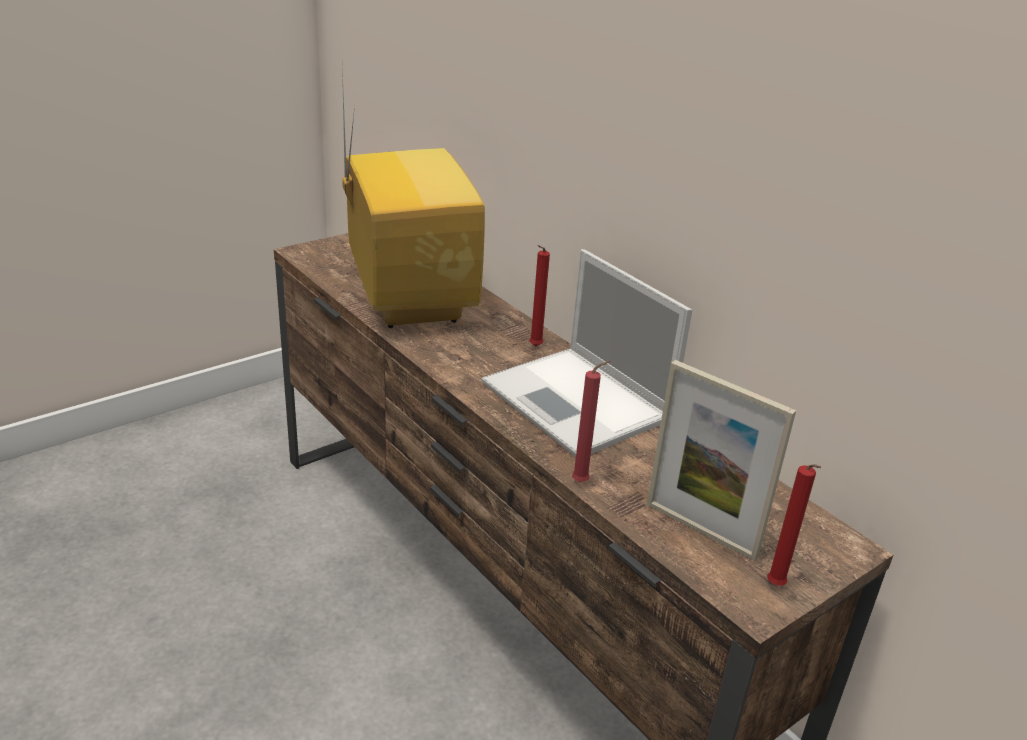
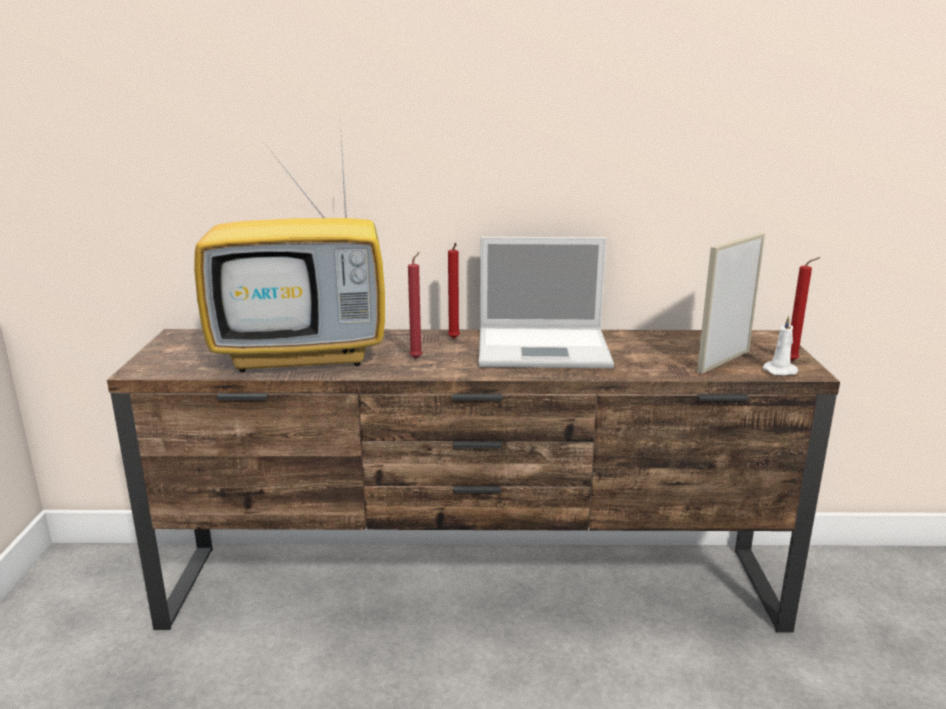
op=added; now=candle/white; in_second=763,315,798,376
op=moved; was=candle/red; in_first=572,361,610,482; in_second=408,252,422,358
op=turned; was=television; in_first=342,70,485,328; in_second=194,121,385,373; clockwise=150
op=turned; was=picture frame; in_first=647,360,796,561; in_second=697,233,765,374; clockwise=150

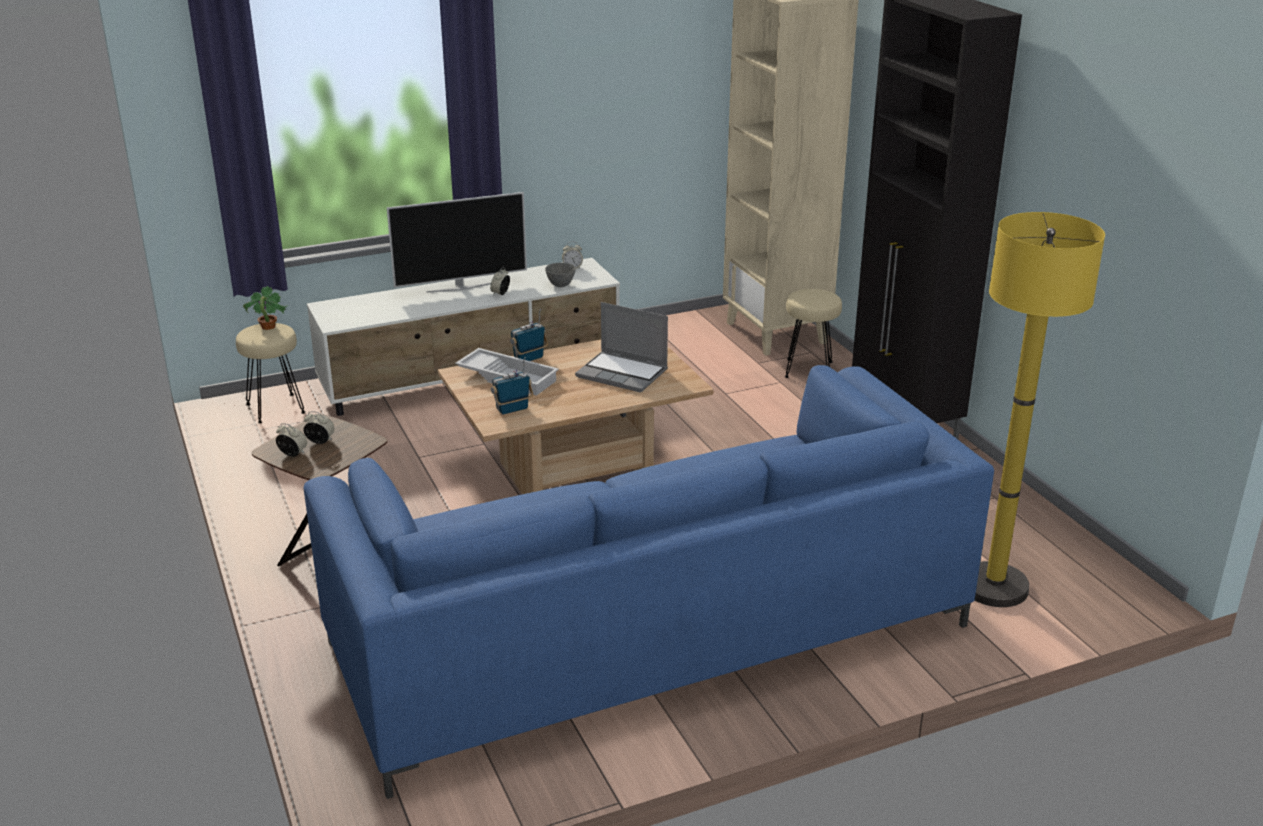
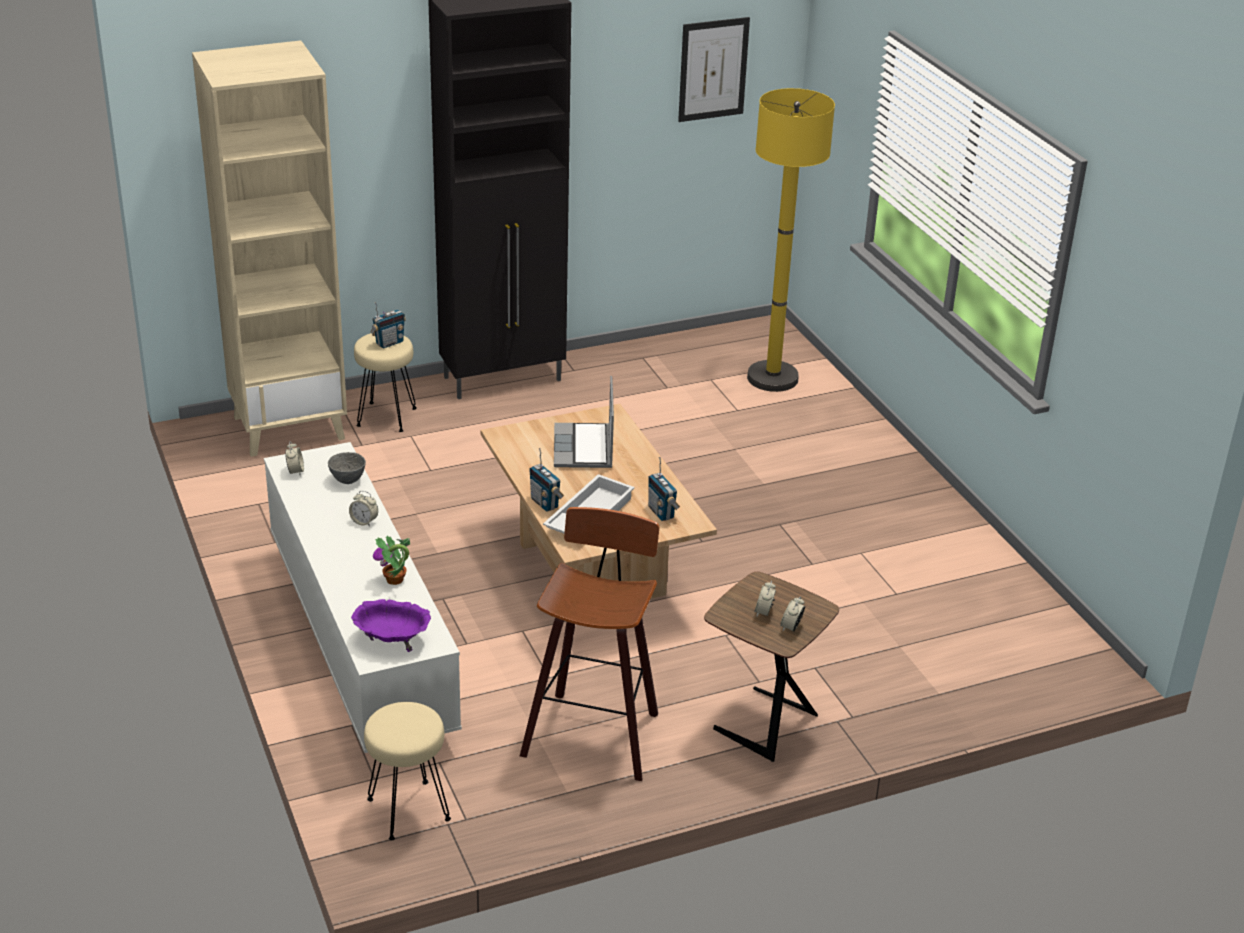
op=removed; was=sofa/blue; in_first=304,365,994,799
op=removed; was=television; in_first=387,192,527,293
op=added; now=bowl/purple; in_second=351,599,431,652
op=added; now=radio; in_second=371,302,406,348
op=added; now=stool; in_second=520,507,659,781
op=added; now=picture; in_second=678,17,750,122
op=moved; was=potted plant; in_first=243,286,288,330; in_second=373,535,410,585
op=turned; was=laptop; in_first=575,302,668,393; in_second=554,376,614,468; clockwise=150

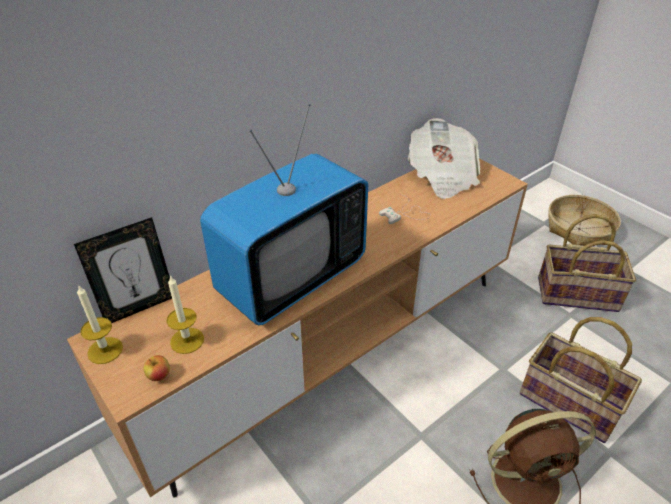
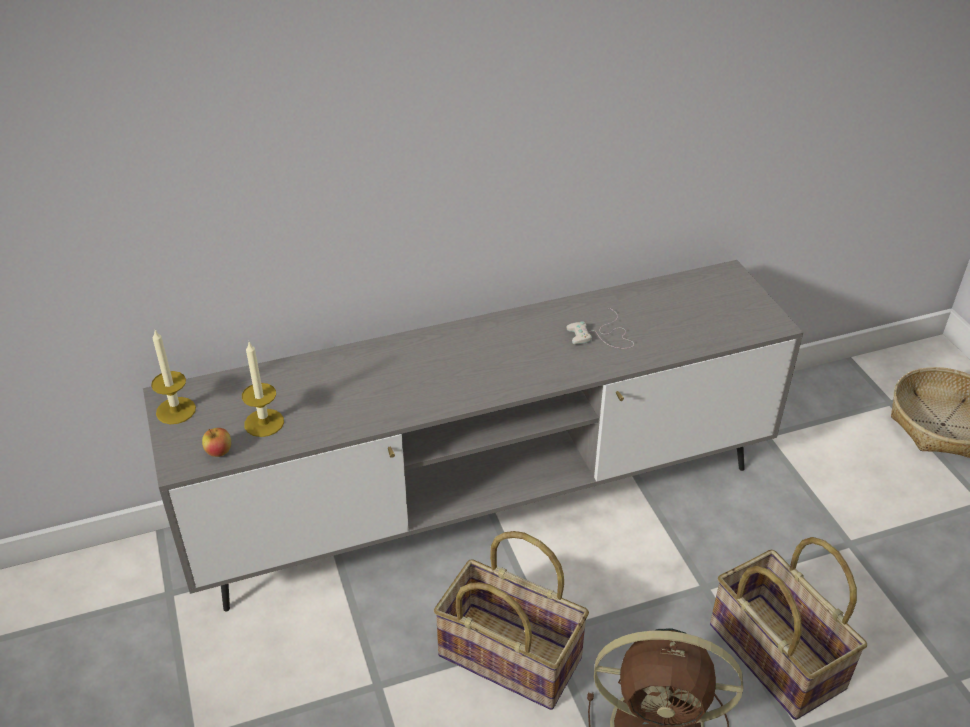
op=removed; was=picture frame; in_first=74,217,172,323
op=removed; was=television; in_first=200,104,368,325
op=removed; was=newspaper; in_first=408,118,480,199
op=moved; was=basket; in_first=538,214,636,312; in_second=434,531,589,710
op=recoloured; was=tv stand/brown; now=tv stand/grey; in_first=67,158,528,498; in_second=143,260,803,612

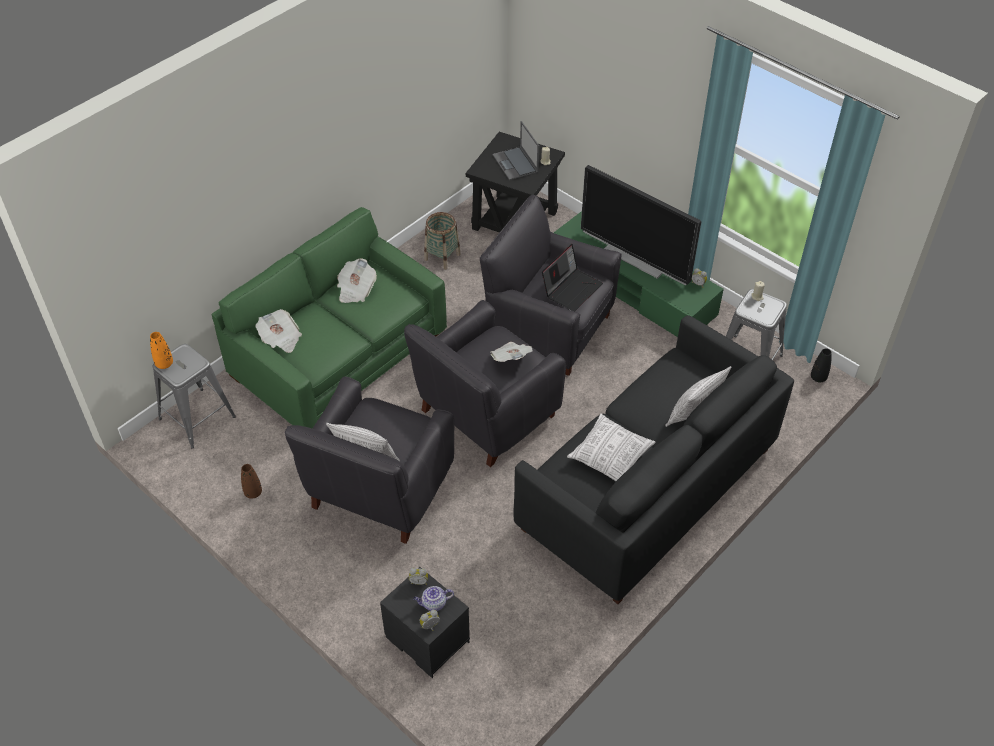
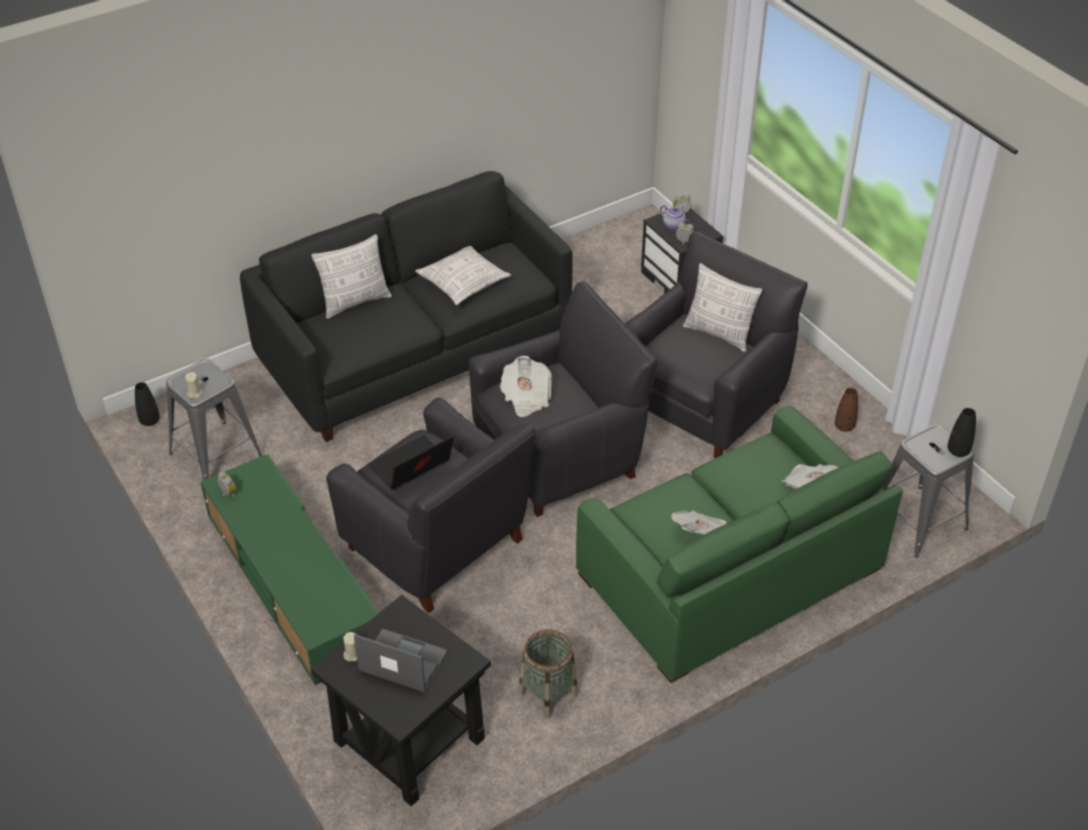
op=removed; was=television; in_first=581,165,701,285
op=recoloured; was=vase/orange; now=vase/black; in_first=150,332,173,369; in_second=947,408,976,457
op=turned; was=teapot; in_first=413,586,454,611; in_second=660,205,689,231; clockwise=45
op=turned; was=laptop; in_first=492,121,539,180; in_second=354,629,447,693; clockwise=-60

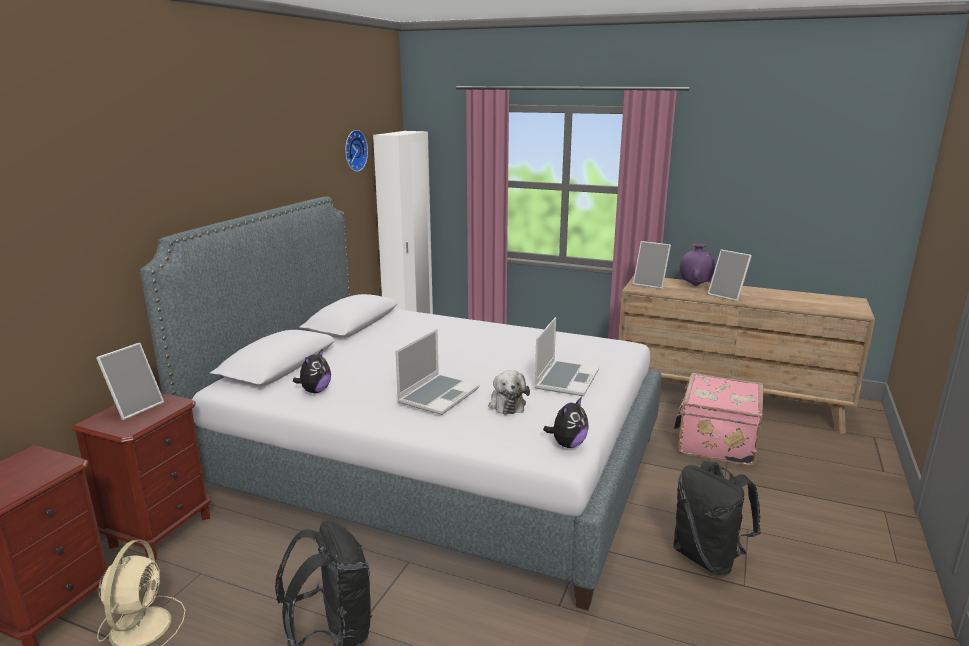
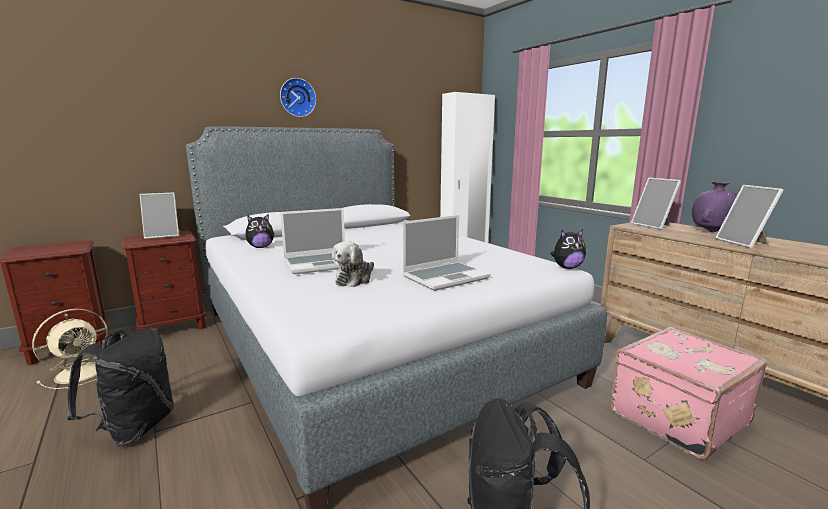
op=moved; was=wall clock; in_first=345,130,368,172; in_second=280,78,316,117
op=moved; was=plush toy; in_first=543,397,589,448; in_second=551,229,586,269

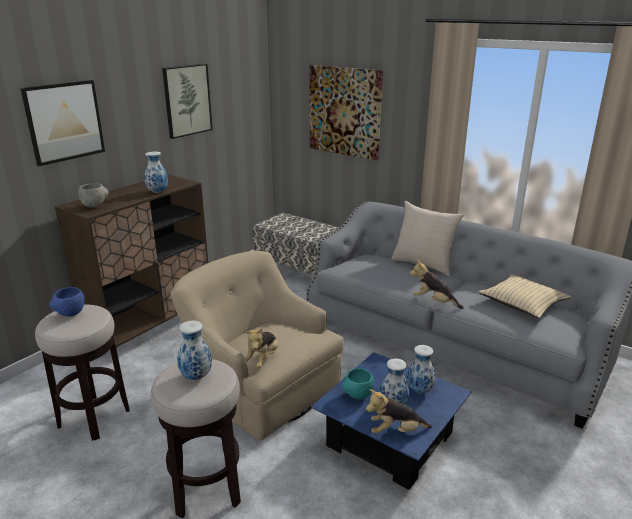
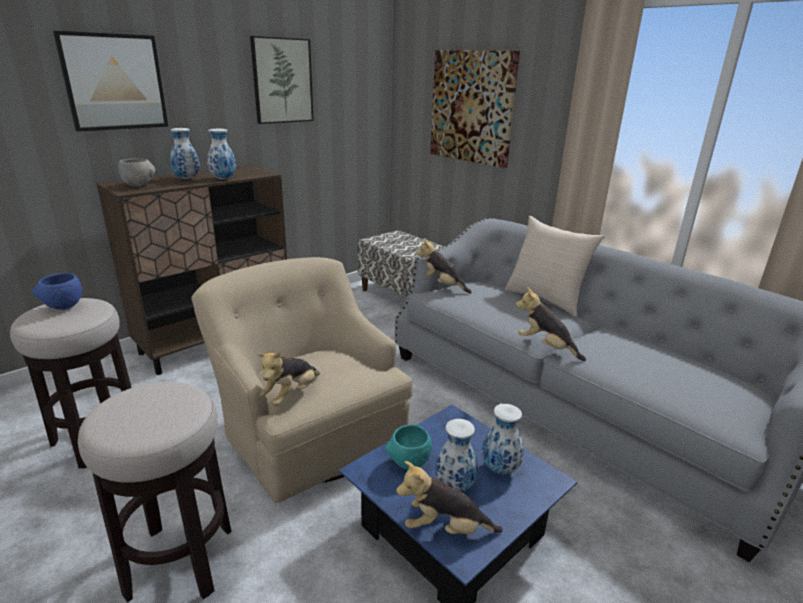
op=removed; was=pillow/beige; in_first=478,274,571,318
op=added; now=plush toy; in_second=416,238,472,294
op=moved; was=vase; in_first=177,321,212,380; in_second=170,128,200,179

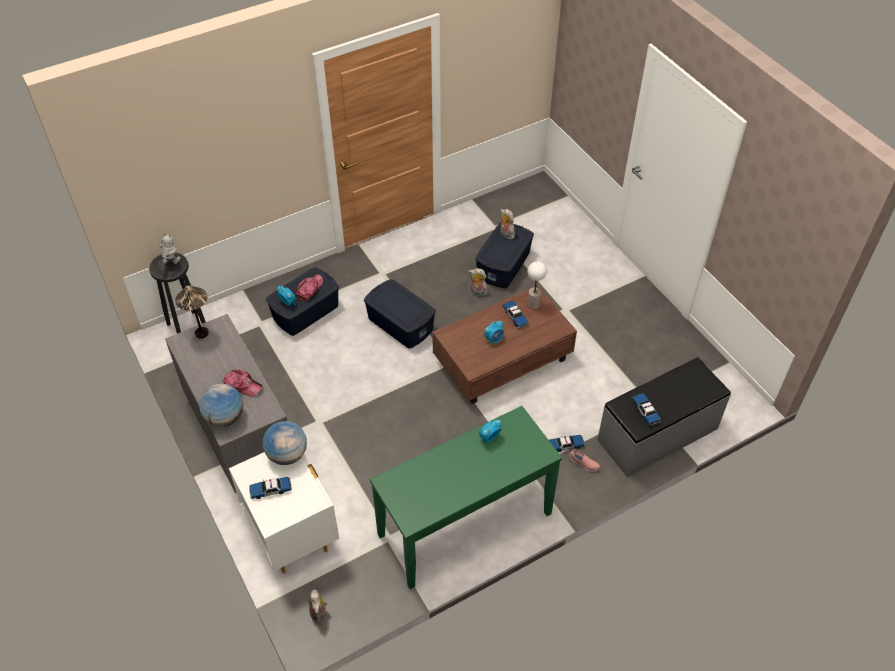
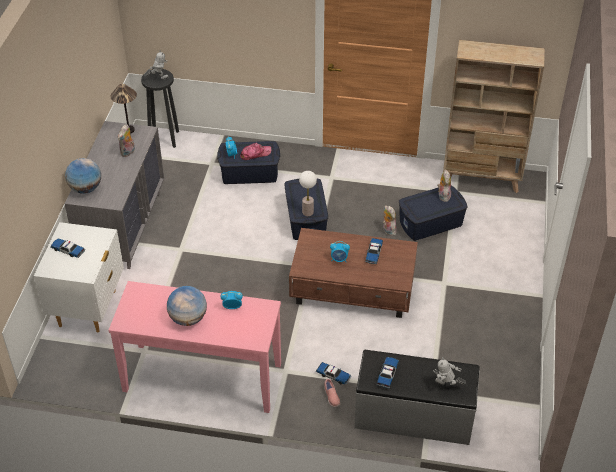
op=removed; was=cap; in_first=223,370,263,397
op=added; now=toy robot; in_second=433,357,466,385
op=added; now=bookcase/beige; in_second=443,40,545,193
op=moved; was=globe; in_first=263,421,307,465; in_second=167,286,207,326
op=moved; was=plush toy; in_first=309,590,328,623; in_second=118,124,135,157
op=moved; was=table lamp; in_first=527,261,547,309; in_second=299,171,317,216
op=recoloured; was=console table/green; now=console table/pink; in_first=370,406,562,589; in_second=109,281,281,413

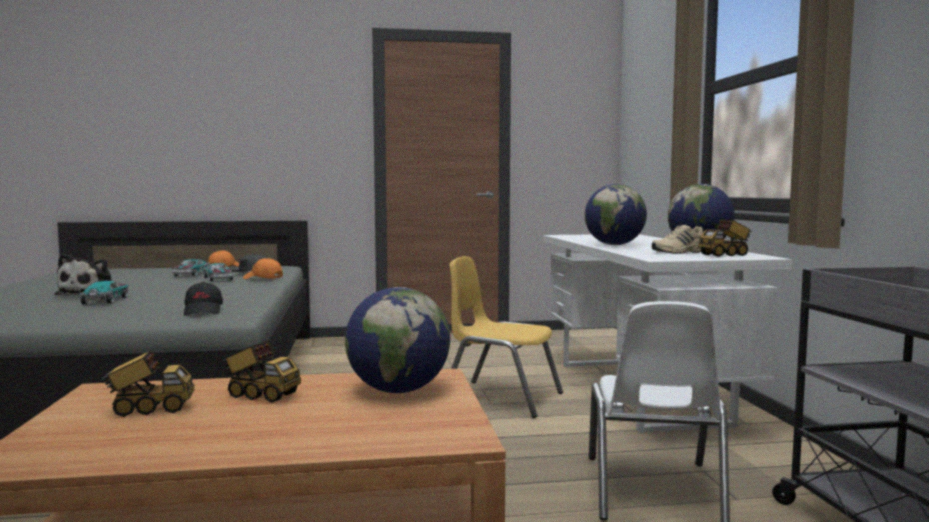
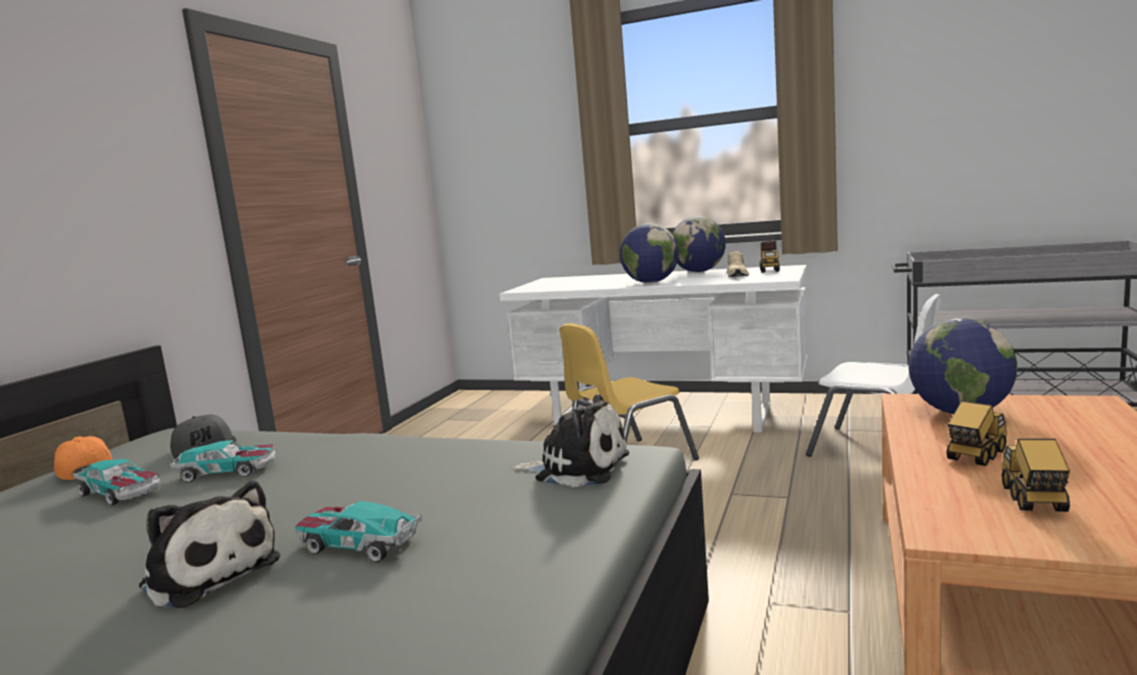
op=removed; was=cap/orange; in_first=243,258,283,279
op=replaced; was=cap/black; now=plush toy; in_first=184,282,223,316; in_second=512,394,629,487

